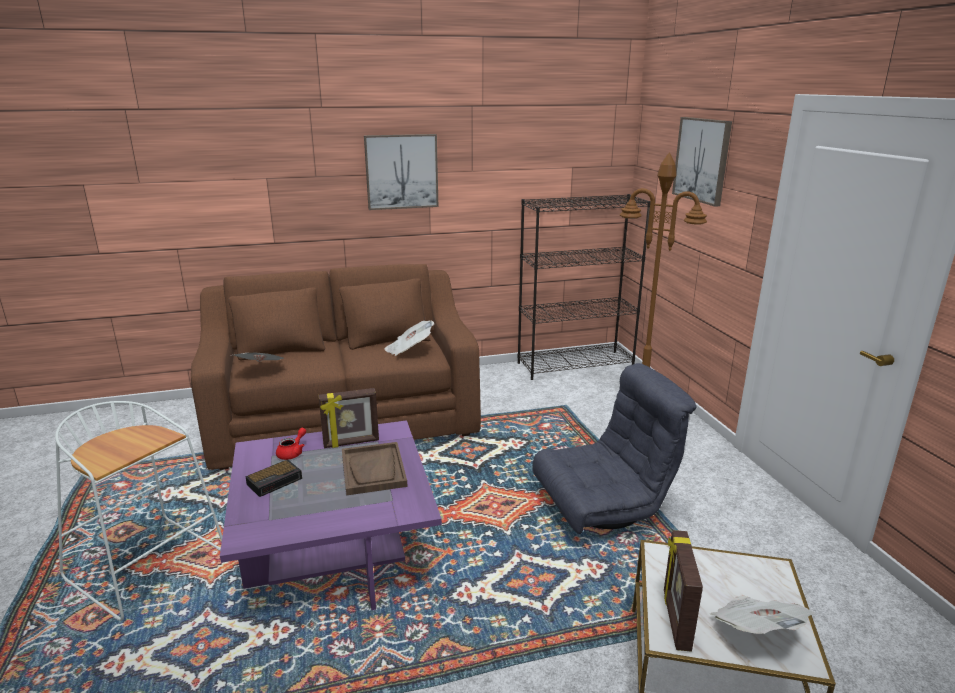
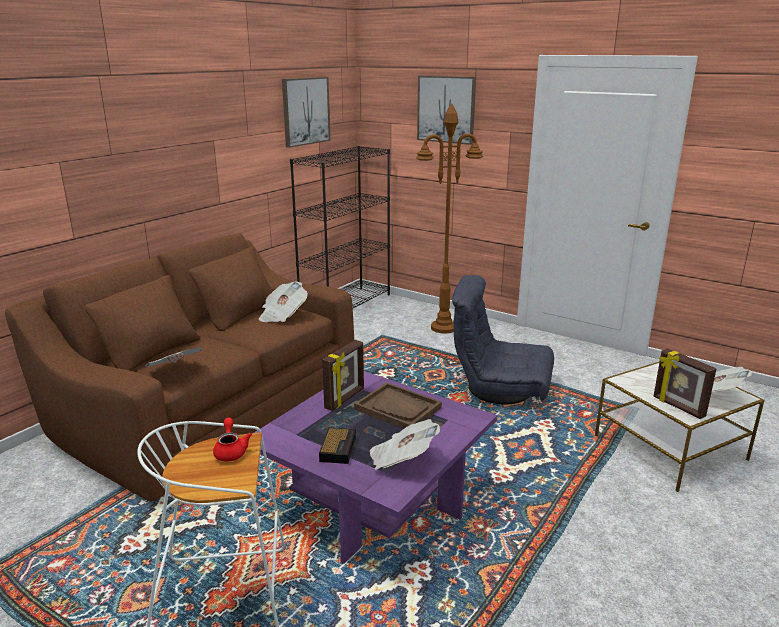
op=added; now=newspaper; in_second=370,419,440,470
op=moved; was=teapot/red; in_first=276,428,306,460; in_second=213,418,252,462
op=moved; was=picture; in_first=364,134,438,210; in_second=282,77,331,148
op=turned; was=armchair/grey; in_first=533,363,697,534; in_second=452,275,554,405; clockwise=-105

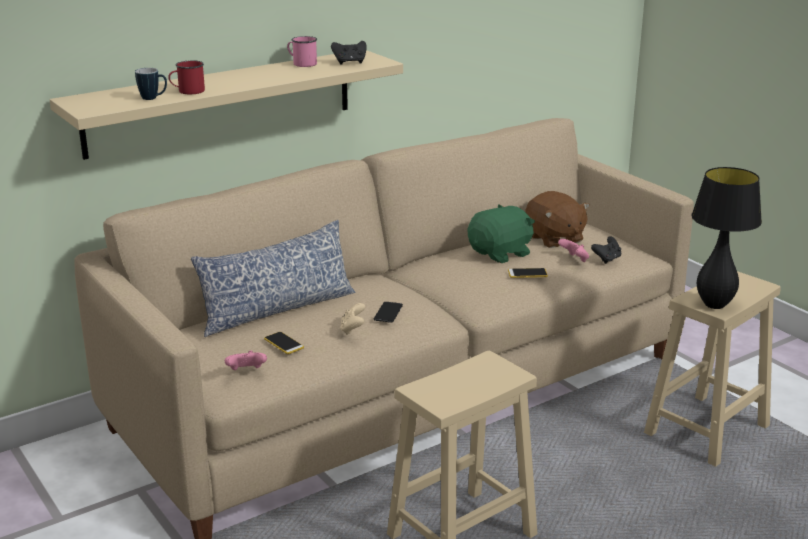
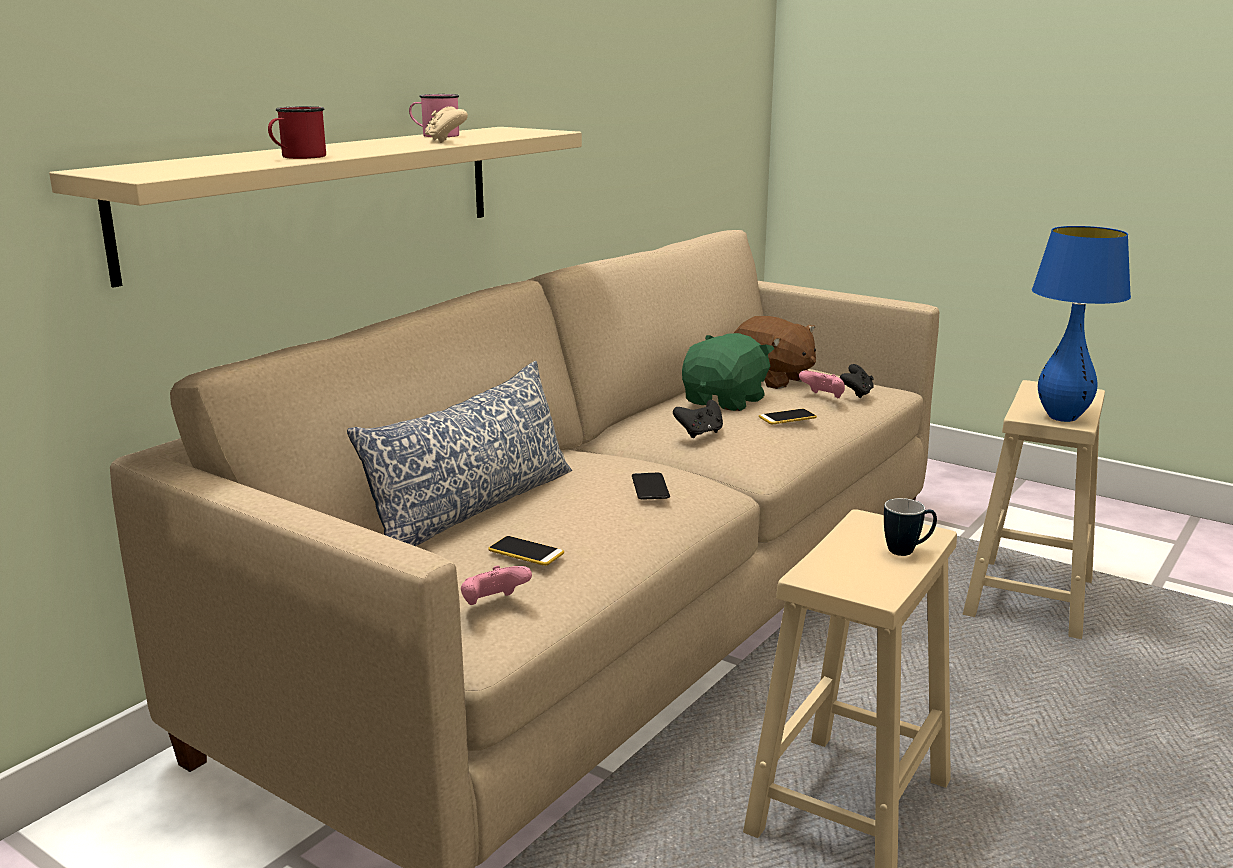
op=moved; was=mug; in_first=135,68,167,100; in_second=884,498,937,556
op=moved; was=game controller/black; in_first=331,41,367,65; in_second=673,400,723,438
op=moved; was=game controller/beige; in_first=340,303,365,335; in_second=425,106,468,143
op=recoloured; was=table lamp/black; now=table lamp/blue; in_first=691,167,762,309; in_second=1032,226,1131,422

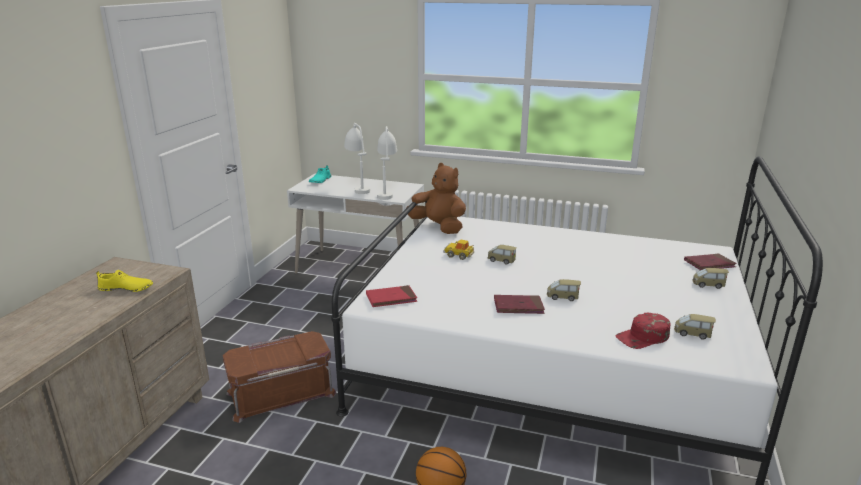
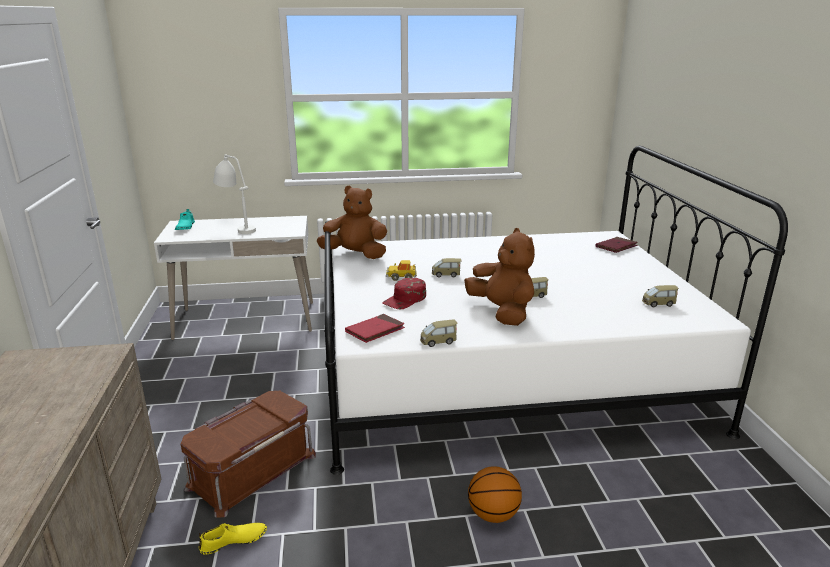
op=removed; was=table lamp/white; in_first=377,126,397,200
op=moved; was=shoe/yellow; in_first=96,270,153,292; in_second=199,523,267,555
op=moved; was=cap/red; in_first=616,312,671,349; in_second=382,278,426,309
op=moved; was=toy car; in_first=692,268,729,289; in_second=420,320,458,347
op=replaced; was=book/red; now=plush toy/brown; in_first=494,295,545,314; in_second=464,228,535,326

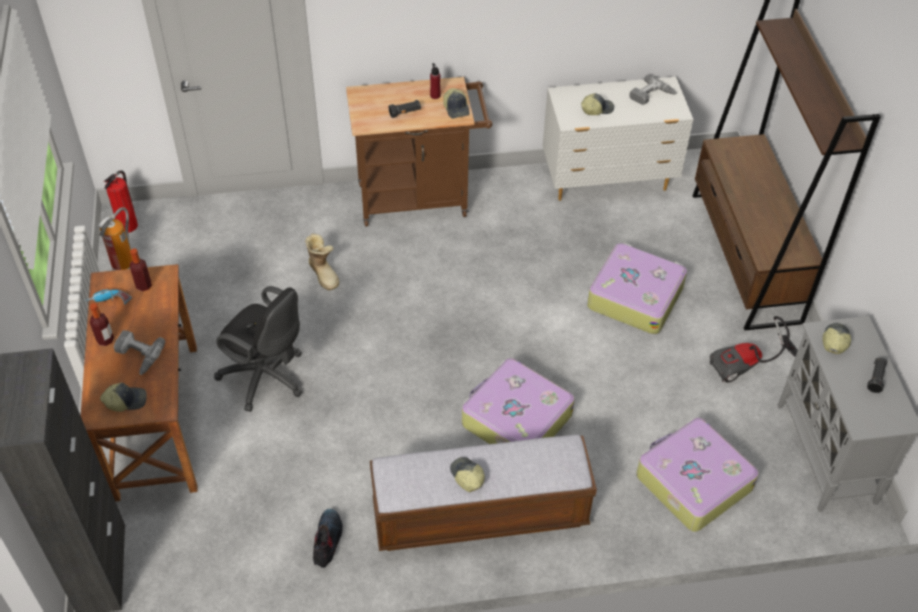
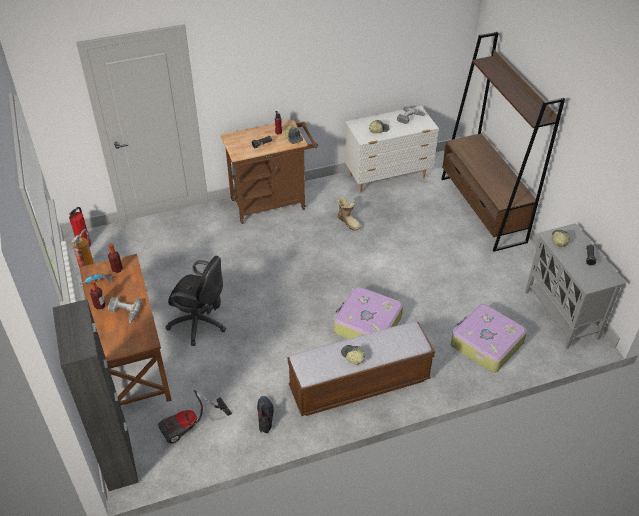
op=removed; was=cap; in_first=100,383,147,412
op=removed; was=suitcase; in_first=587,243,687,334
op=moved; was=boot; in_first=305,234,339,290; in_second=337,197,361,231
op=moved; was=vacuum cleaner; in_first=710,316,798,383; in_second=158,390,232,444

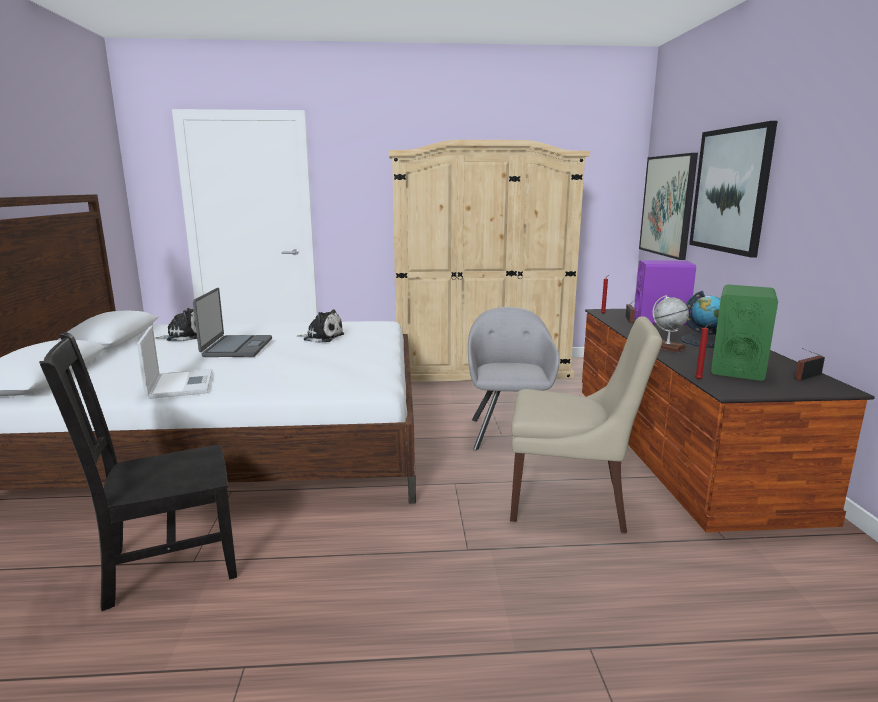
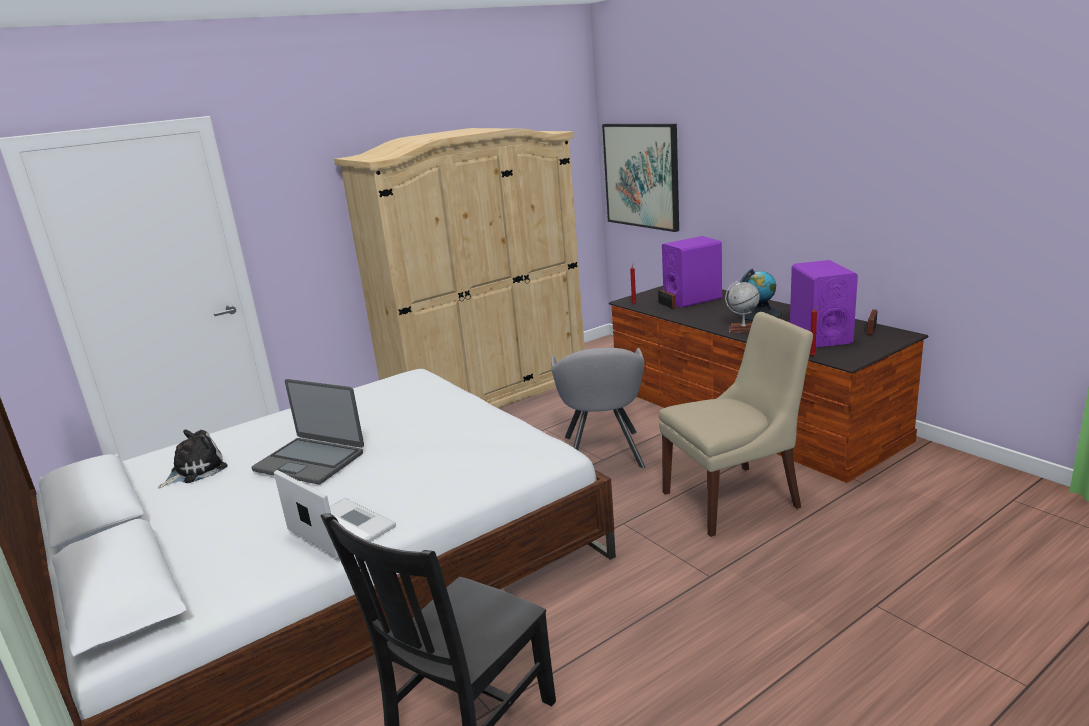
op=removed; was=plush toy; in_first=296,309,344,343
op=removed; was=picture; in_first=689,121,778,258
op=recoloured; was=speaker/green; now=speaker/purple; in_first=711,284,778,381; in_second=790,260,858,347
op=turned; was=laptop; in_first=193,288,272,357; in_second=251,379,364,485; clockwise=150
op=turned; was=armchair/grey; in_first=468,307,559,450; in_second=551,348,645,468; clockwise=-150

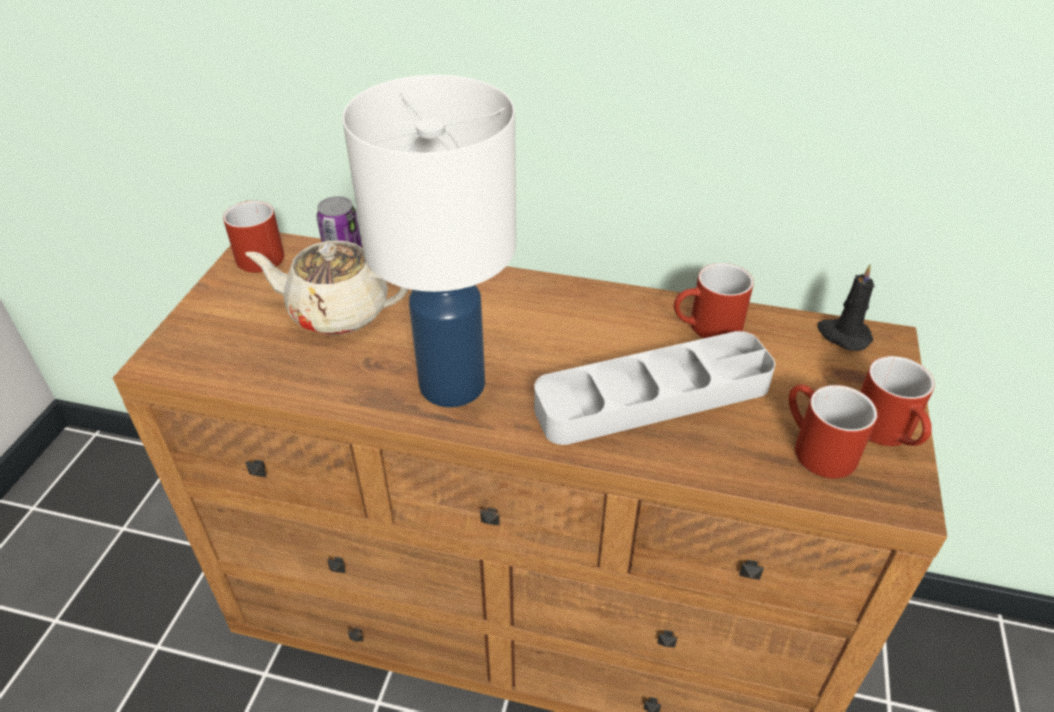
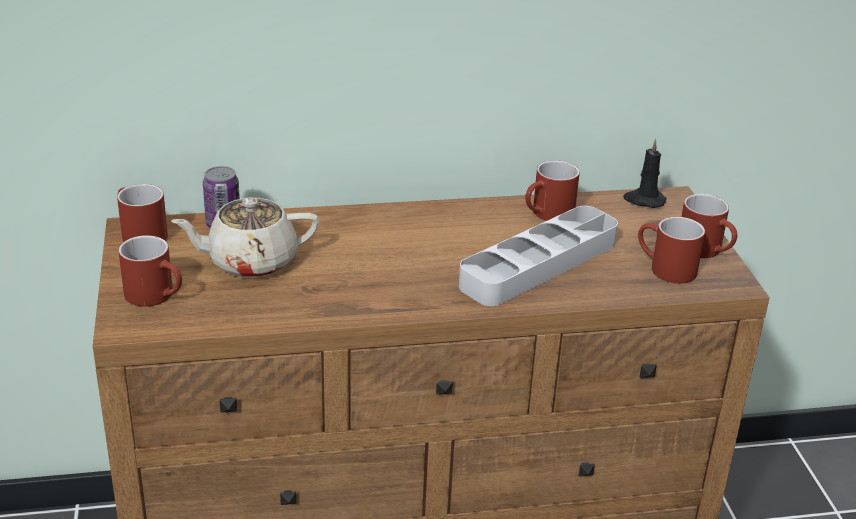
op=removed; was=table lamp/white; in_first=342,75,516,407
op=added; now=mug/red; in_second=118,235,182,307

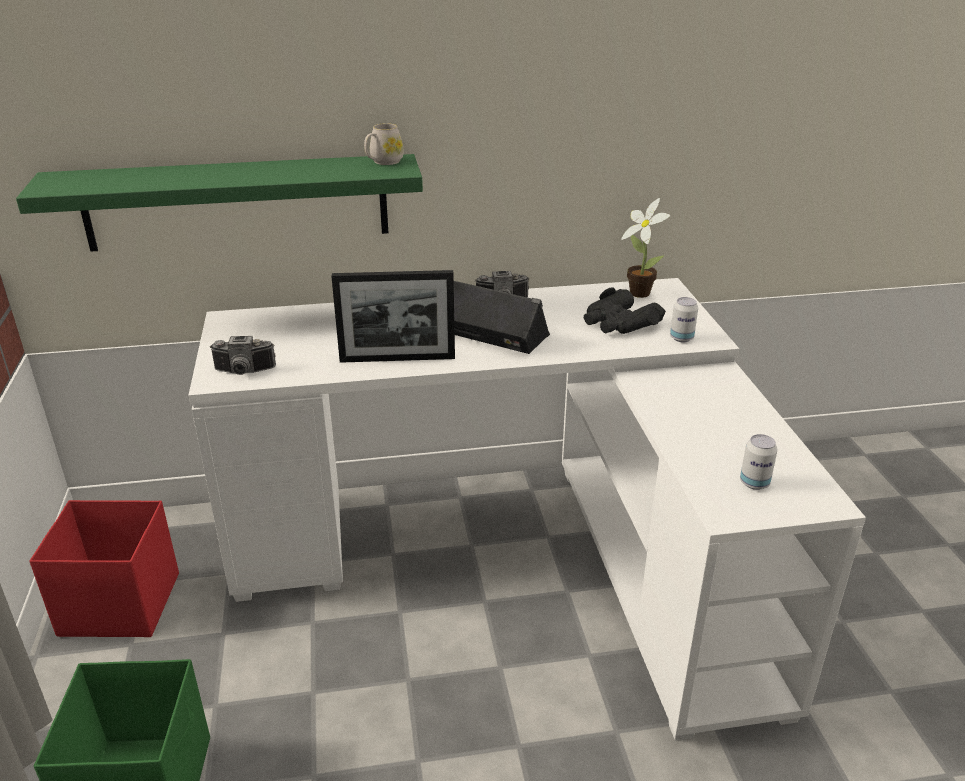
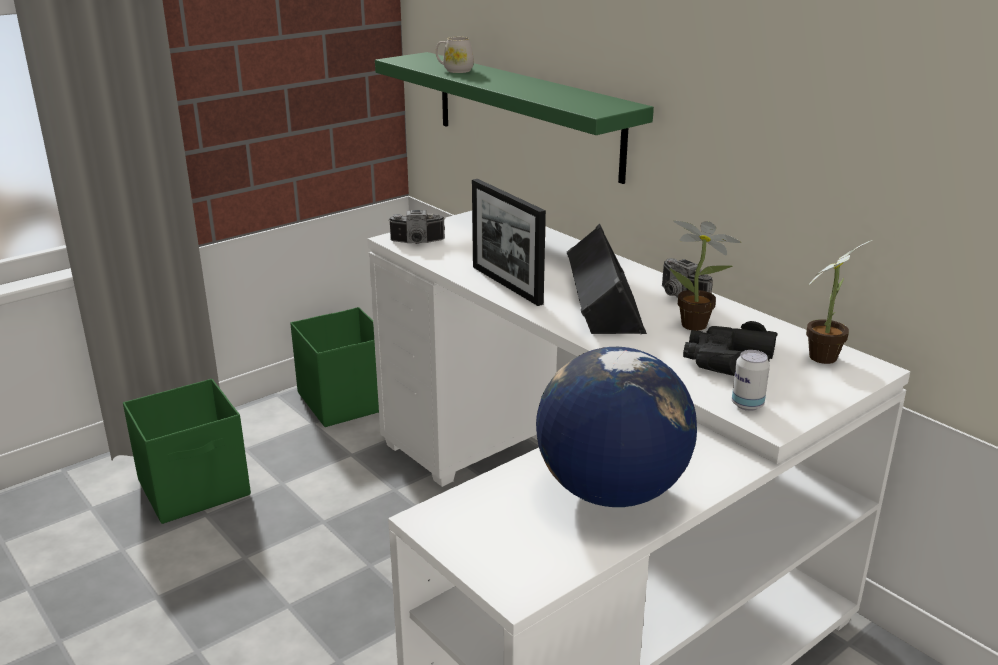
op=removed; was=can; in_first=740,434,777,490
op=added; now=globe; in_second=536,347,697,507
op=added; now=potted plant; in_second=670,221,742,331
op=moved; was=mug/white; in_first=364,123,404,165; in_second=436,37,474,73
op=recoloured; was=storage box/red; now=storage box/green; in_first=29,500,179,637; in_second=290,307,379,427
op=turned; was=photo camera; in_first=209,336,276,375; in_second=388,210,445,244; clockwise=-60

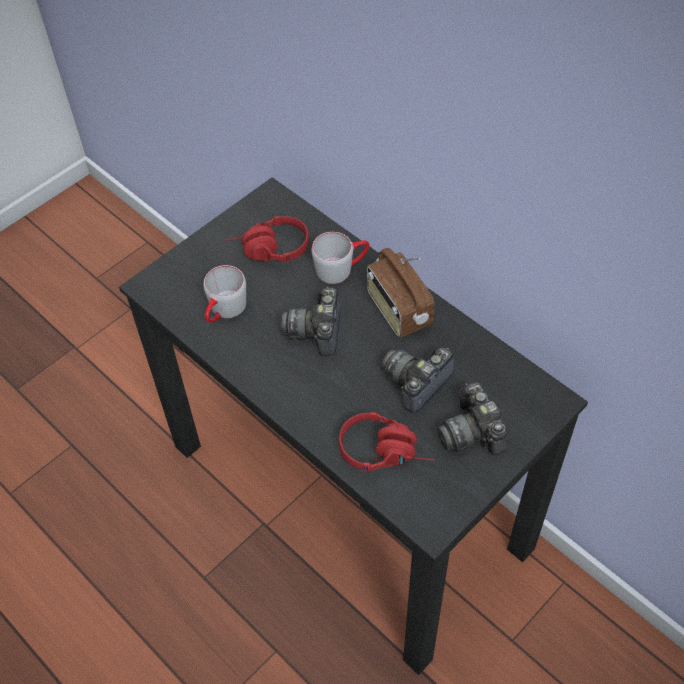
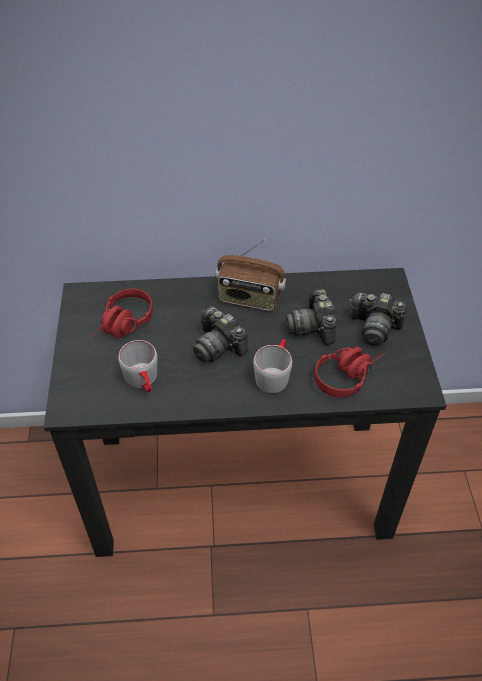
op=moved; was=mug/grey; in_first=311,232,369,284; in_second=253,339,292,393

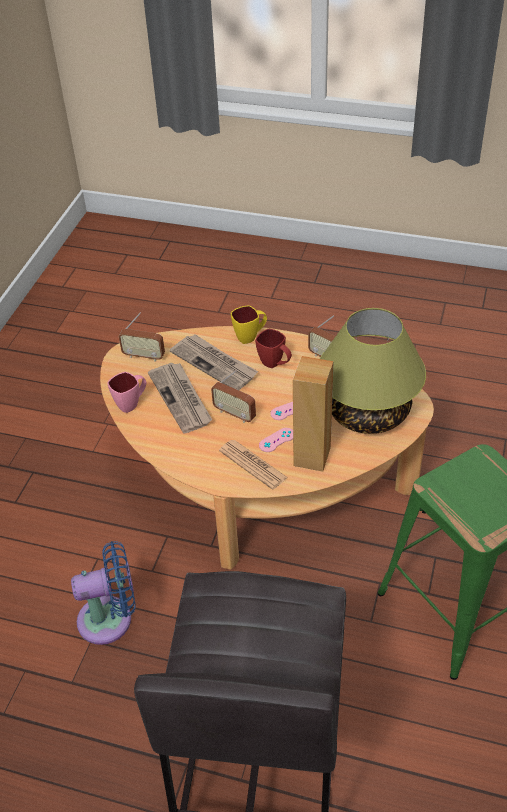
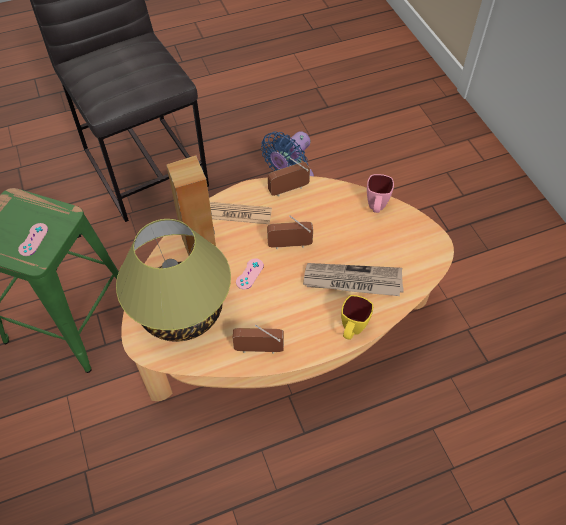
op=removed; was=newspaper; in_first=148,363,212,434
op=removed; was=mug/red; in_first=255,329,292,368
op=moved; was=radio; in_first=119,313,165,361; in_second=268,158,310,196
op=moved; was=game controller/pink; in_first=259,428,293,452; in_second=18,223,48,256

